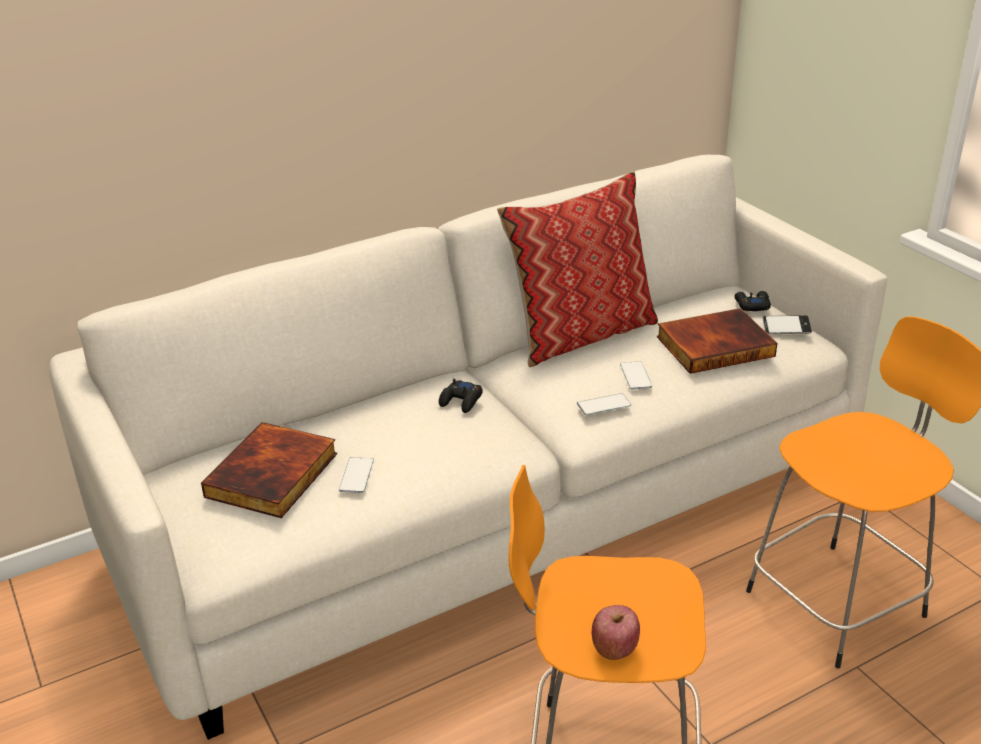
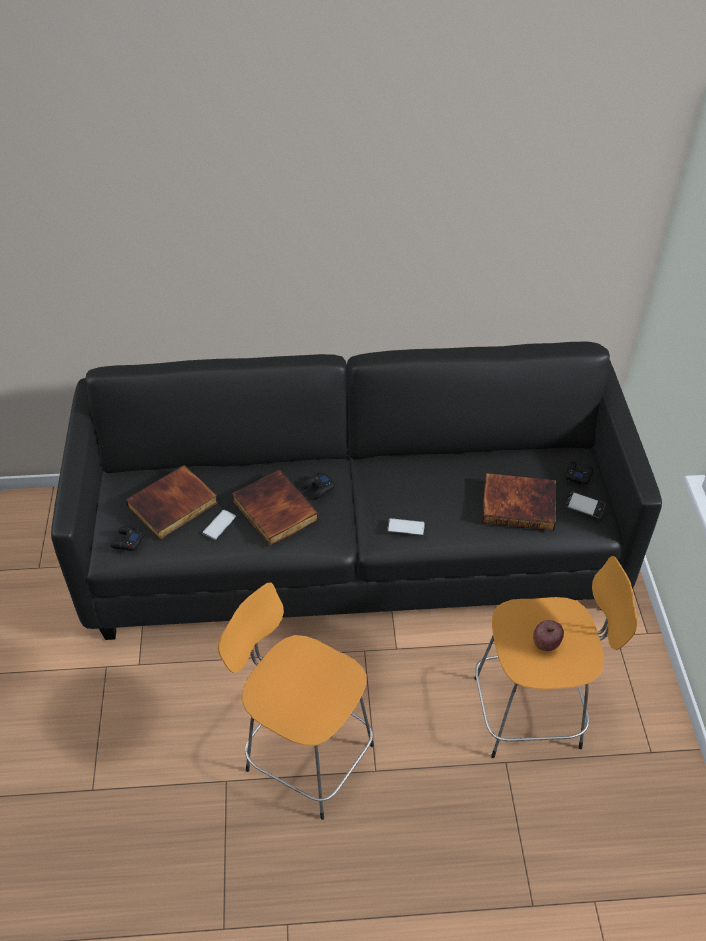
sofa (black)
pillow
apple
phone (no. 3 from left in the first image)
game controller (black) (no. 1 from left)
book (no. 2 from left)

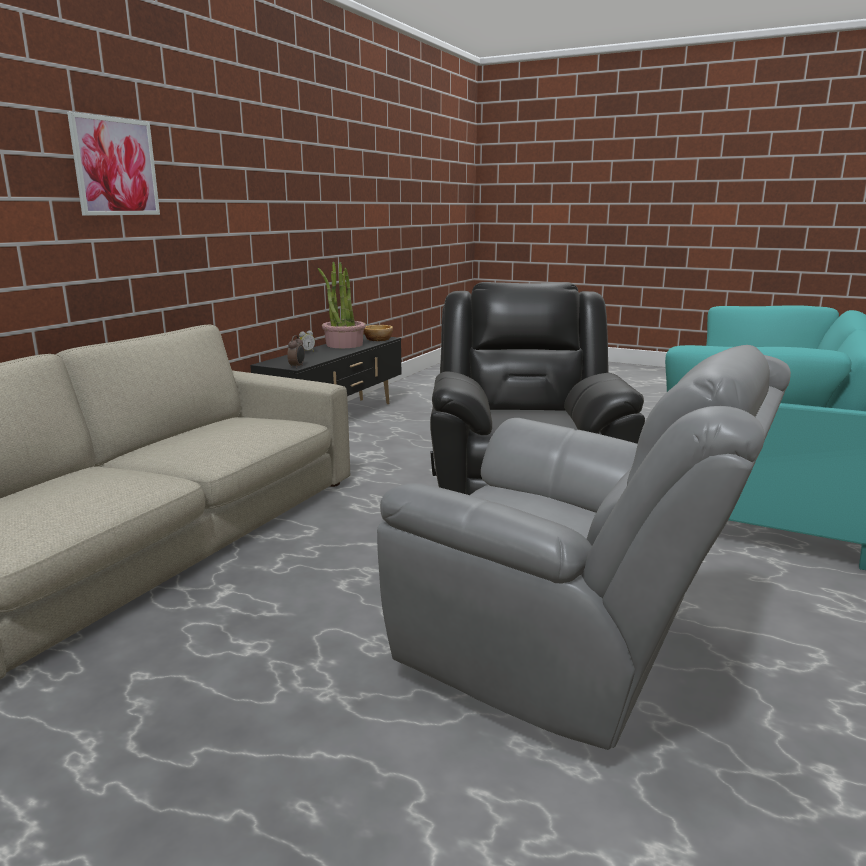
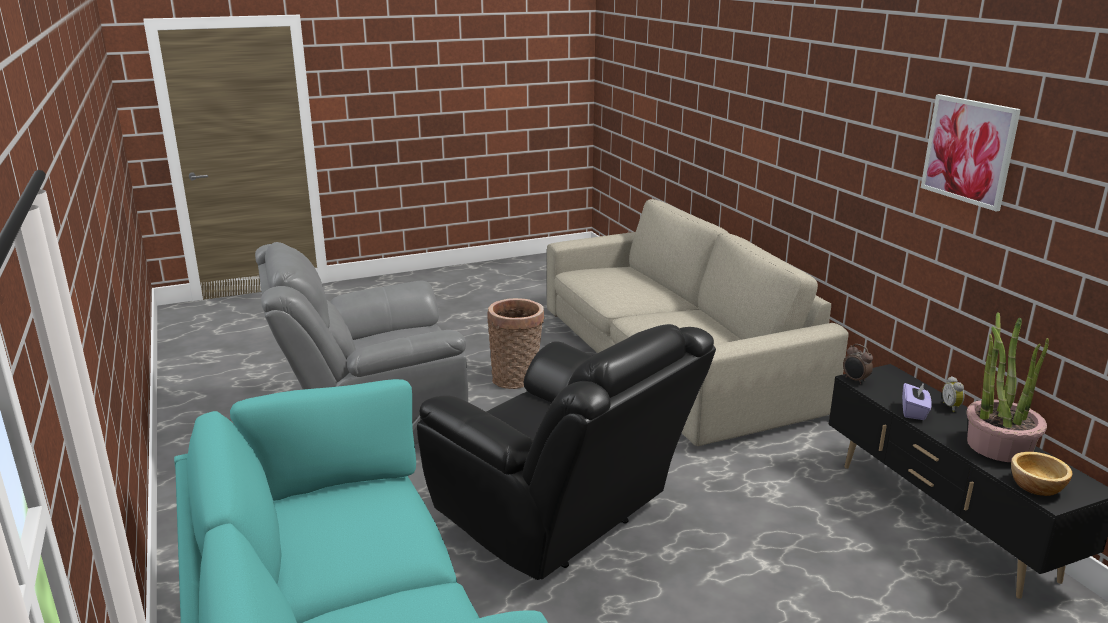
picture
basket
tissue box (purple)

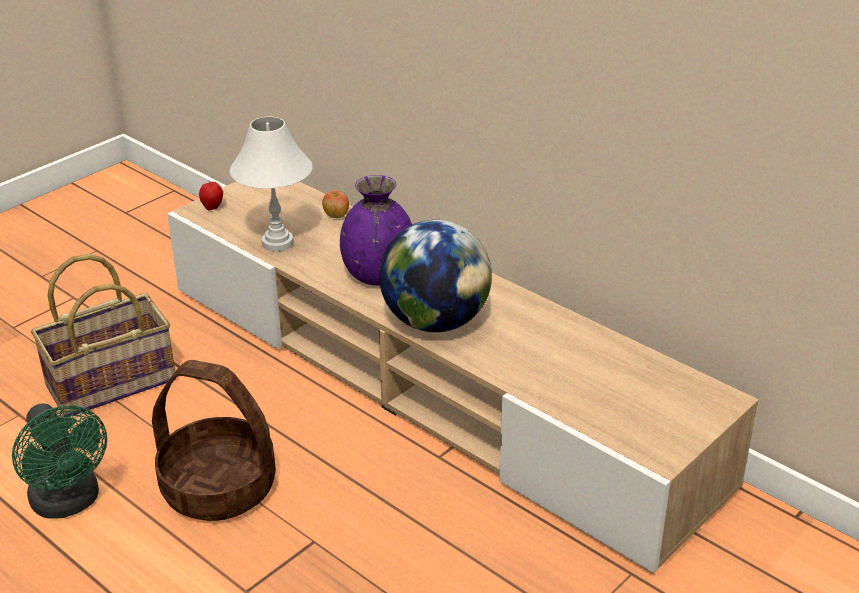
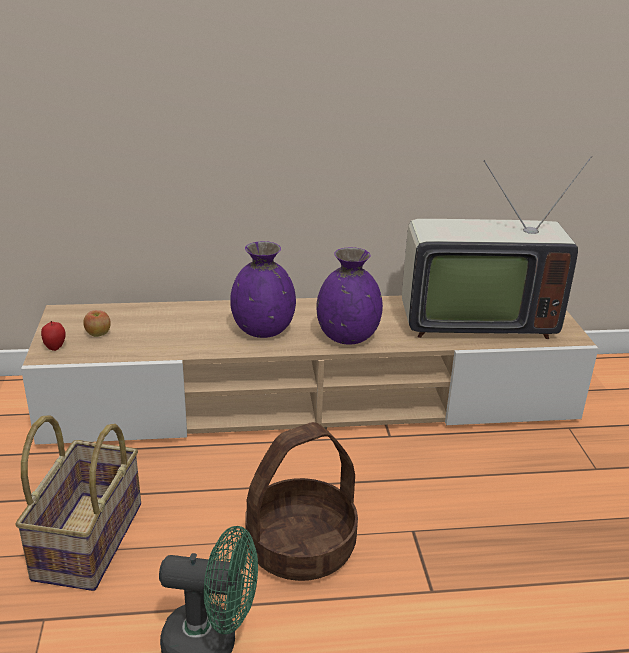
table lamp (white)
apple (no. 2 from left)
vase (purple) (no. 2 from left)
television

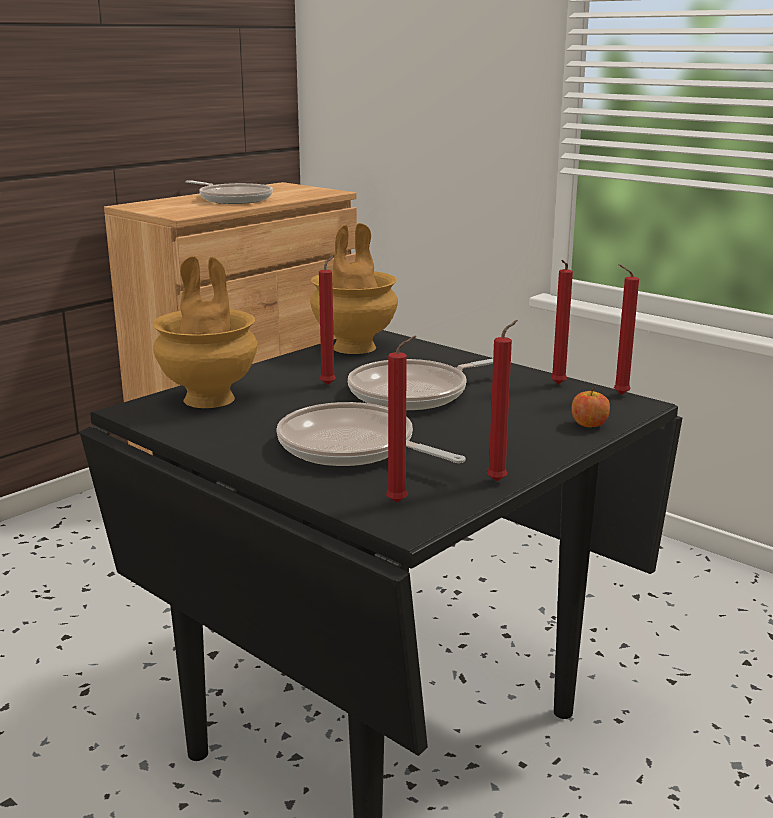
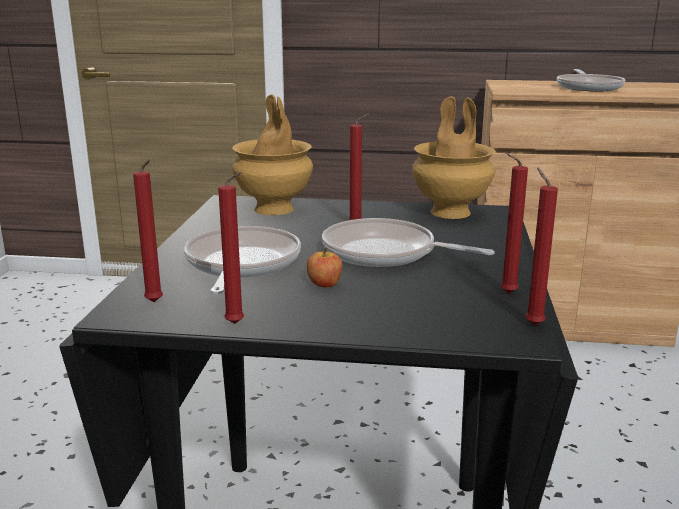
apple

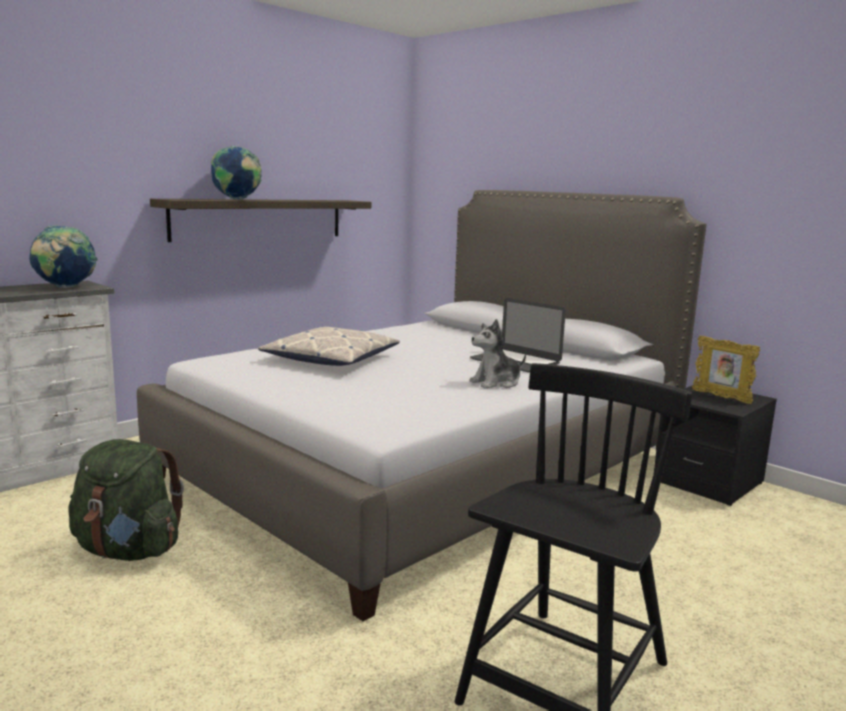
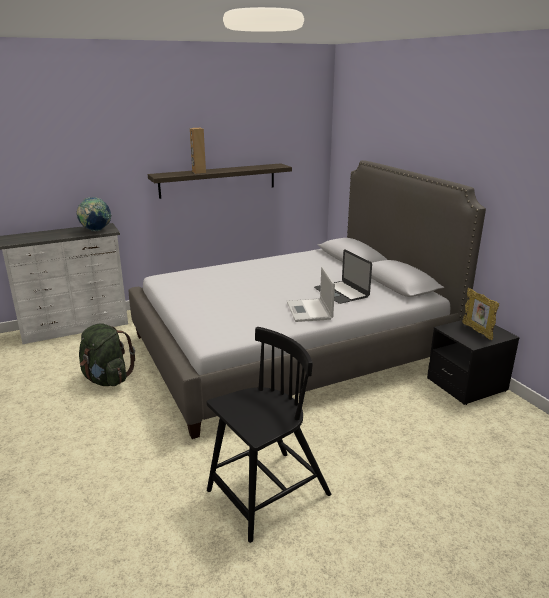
speaker (brown)
pillow
laptop (no. 1 from left)

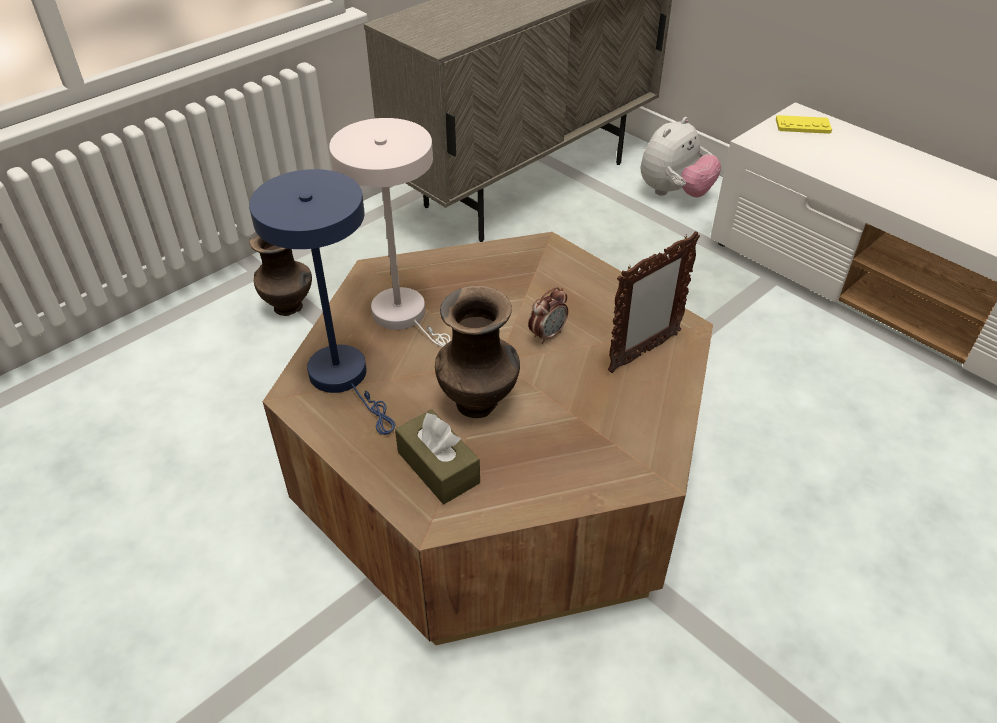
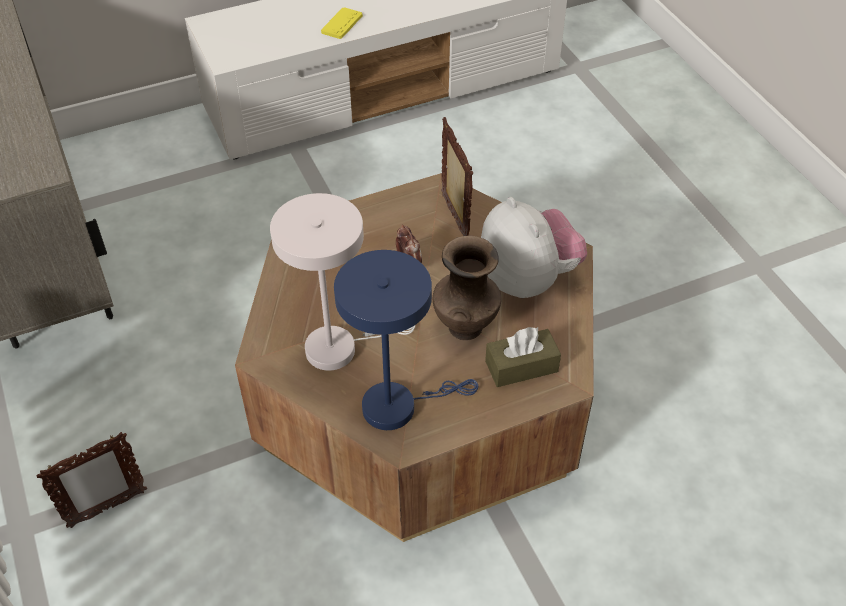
picture frame (no. 1 from left)
plush toy
game controller (yellow)

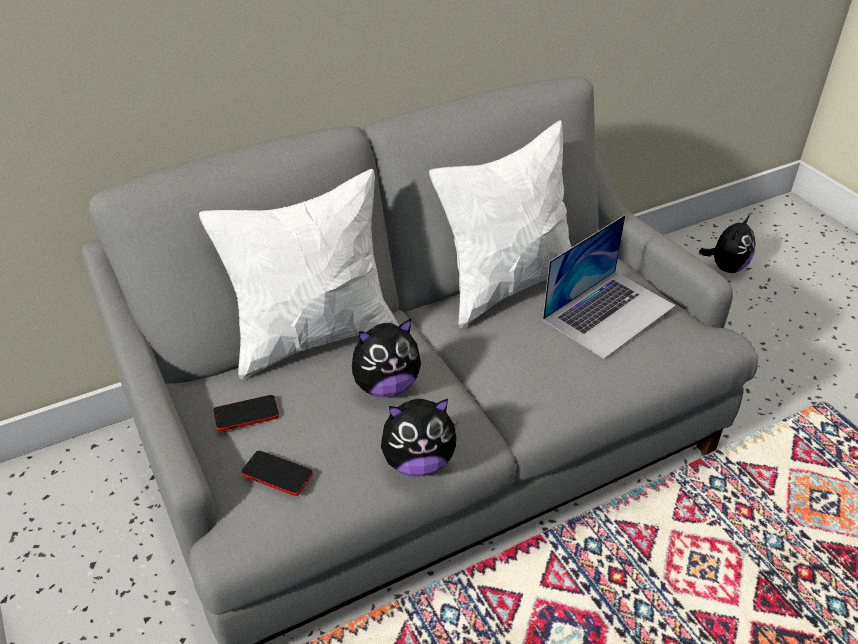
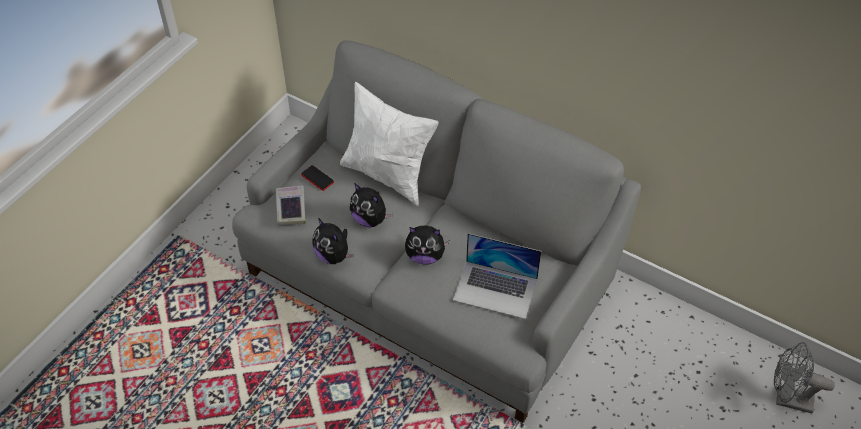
book
pillow (white) (no. 2 from left in the first image)
plush toy (no. 3 from left)
fan (grey)

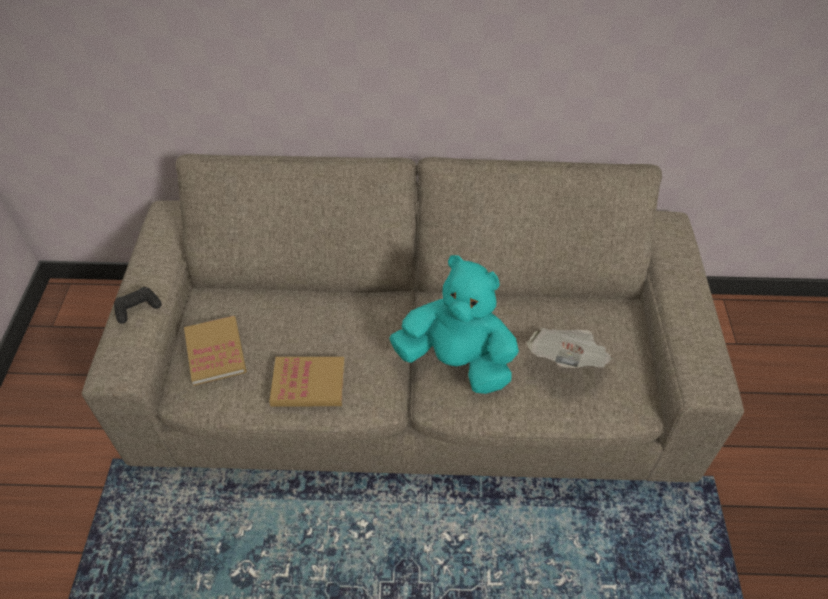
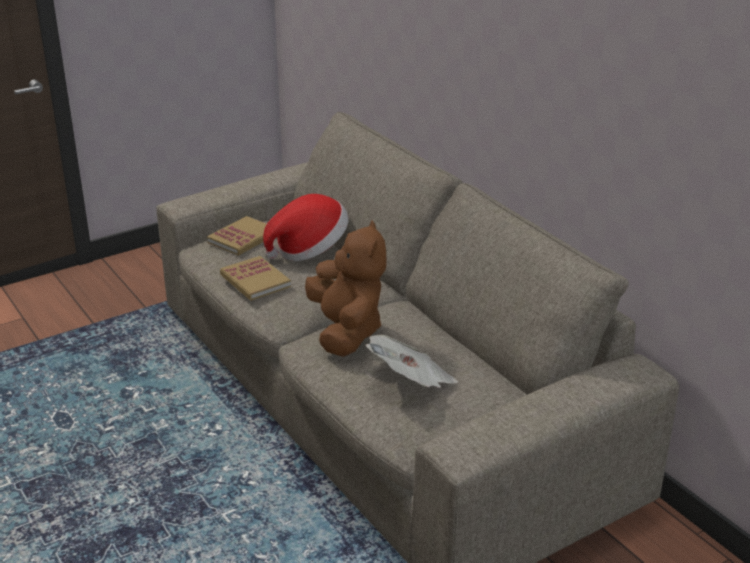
game controller (black)
plush toy (brown)
hat

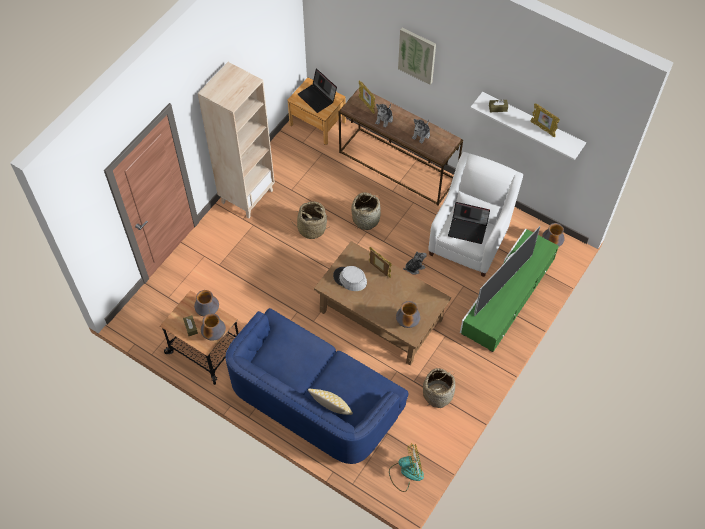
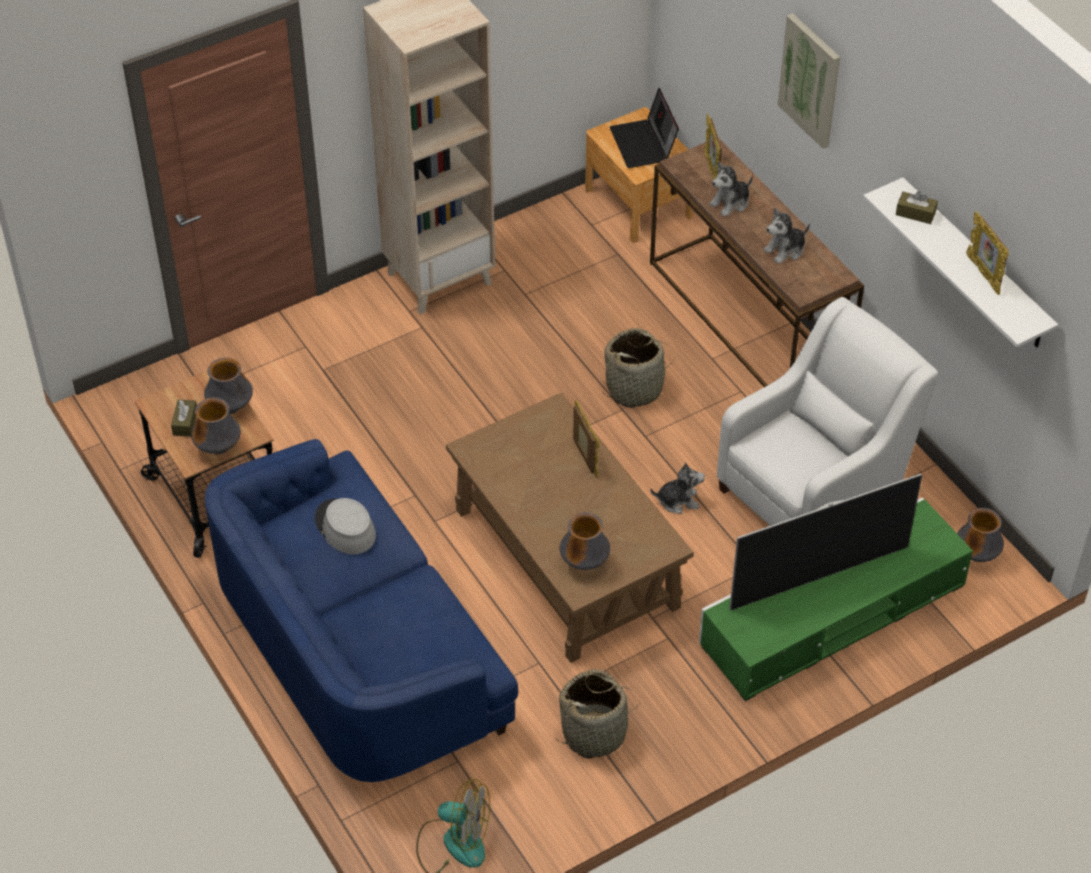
basket (no. 1 from left in the first image)
pillow
hat (grey)
laptop (no. 2 from left in the first image)

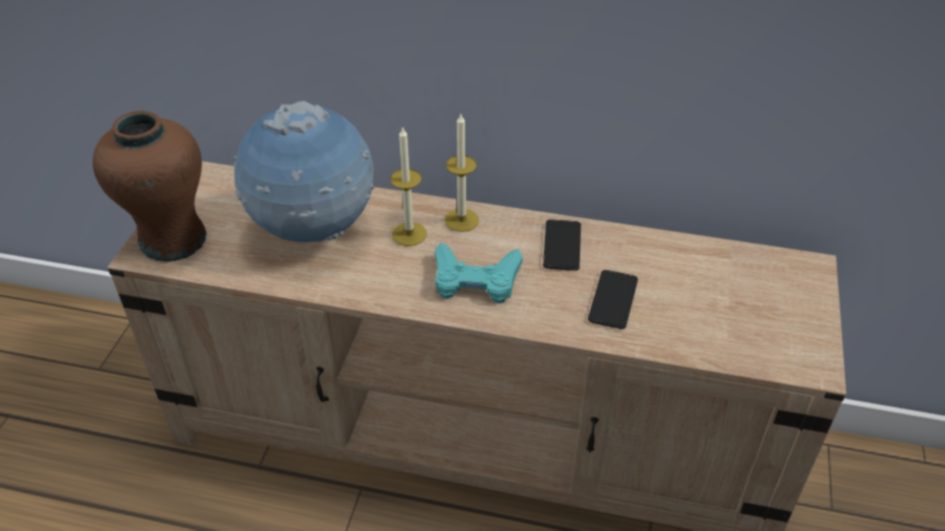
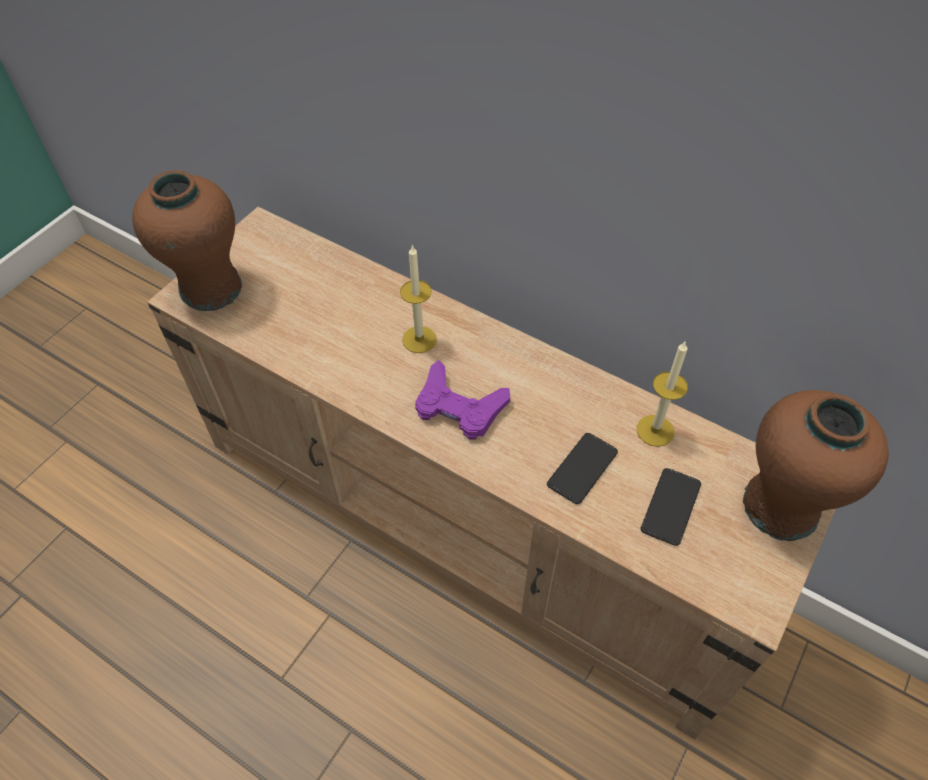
globe
game controller (purple)
candle (no. 2 from left)
phone (no. 2 from left)
vase (brown) (no. 2 from left)

